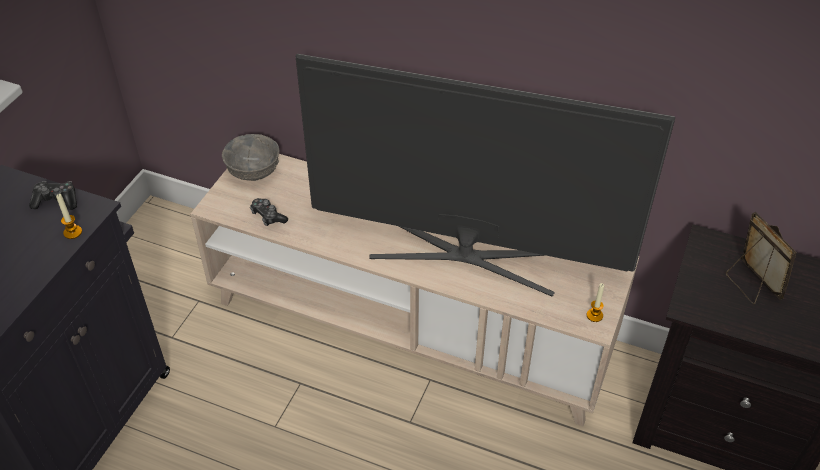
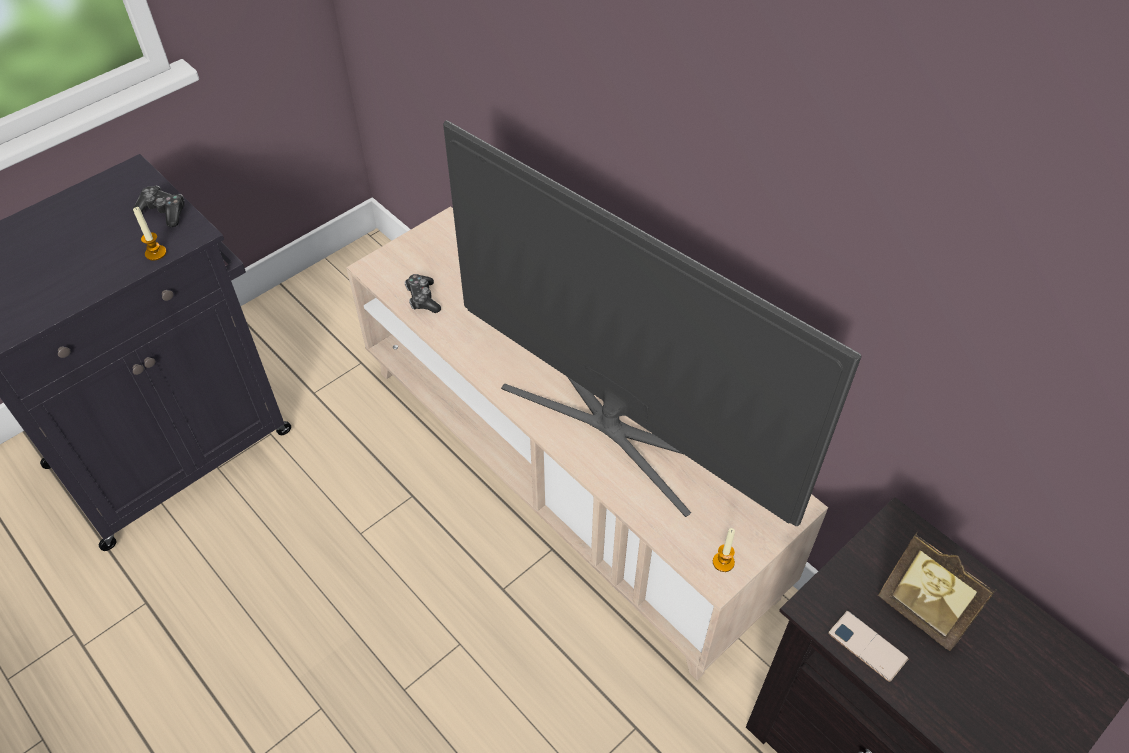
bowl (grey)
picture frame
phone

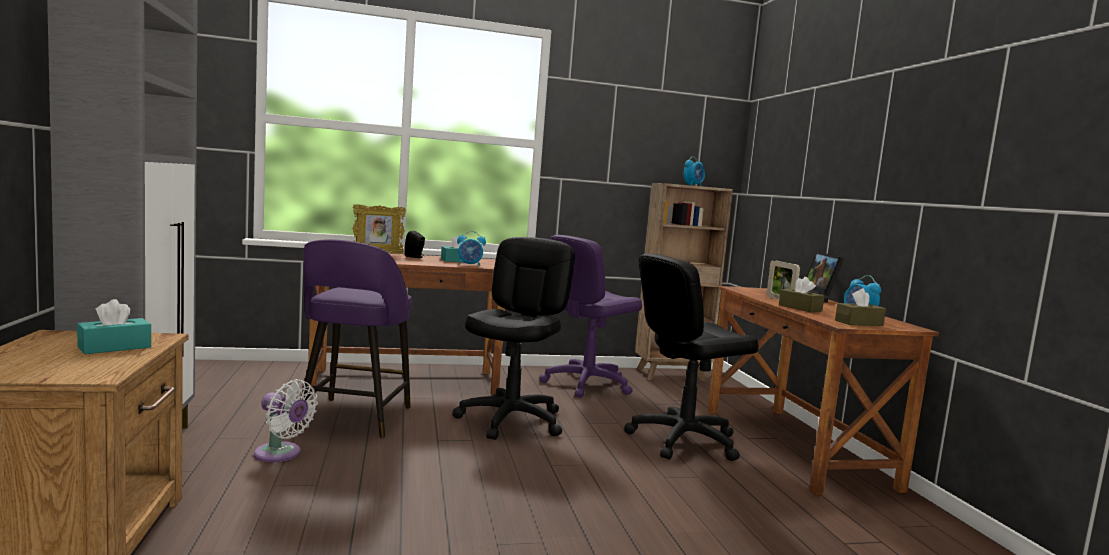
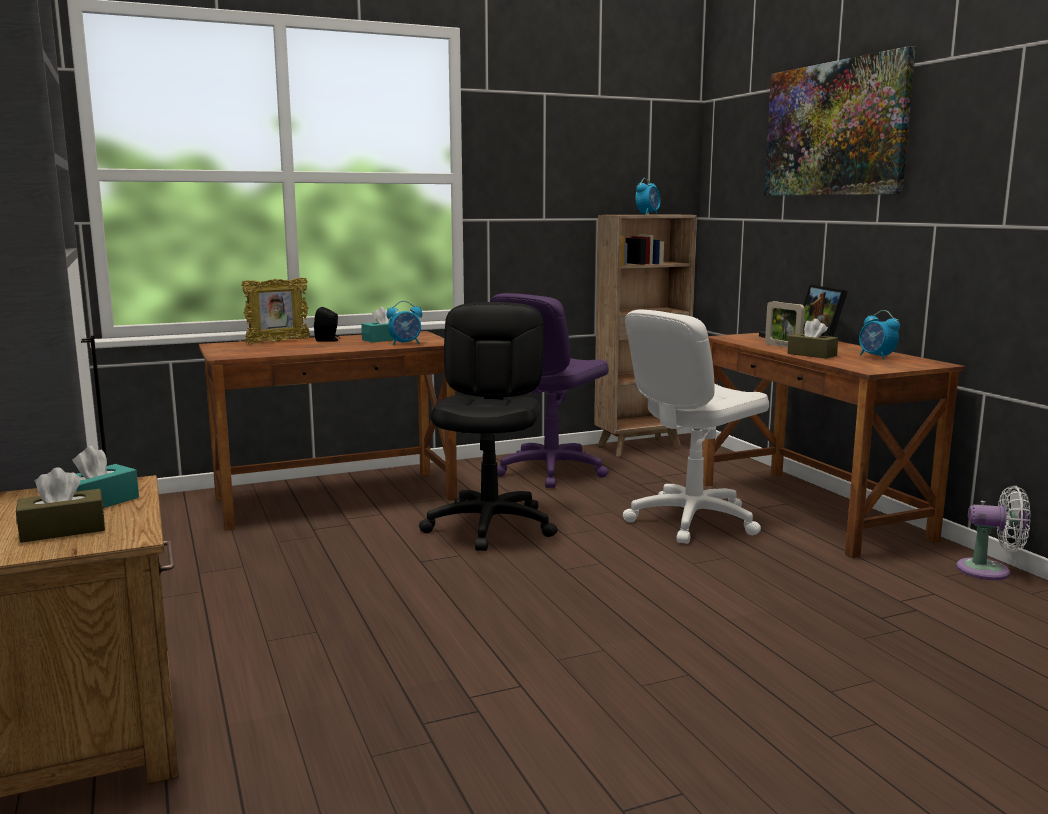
fan (white)
stool (purple)
office chair (white)
tissue box (brown) (no. 1 from left)
picture

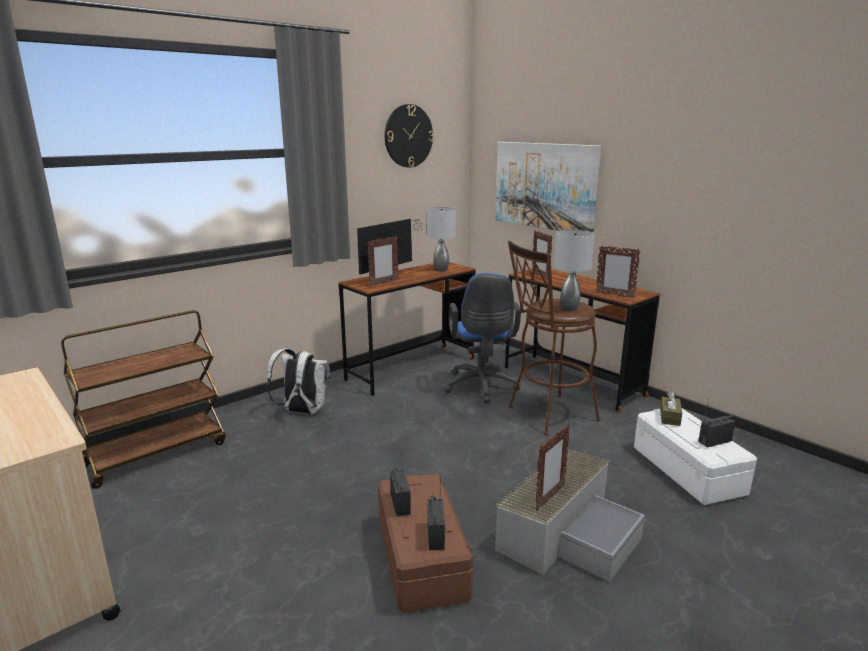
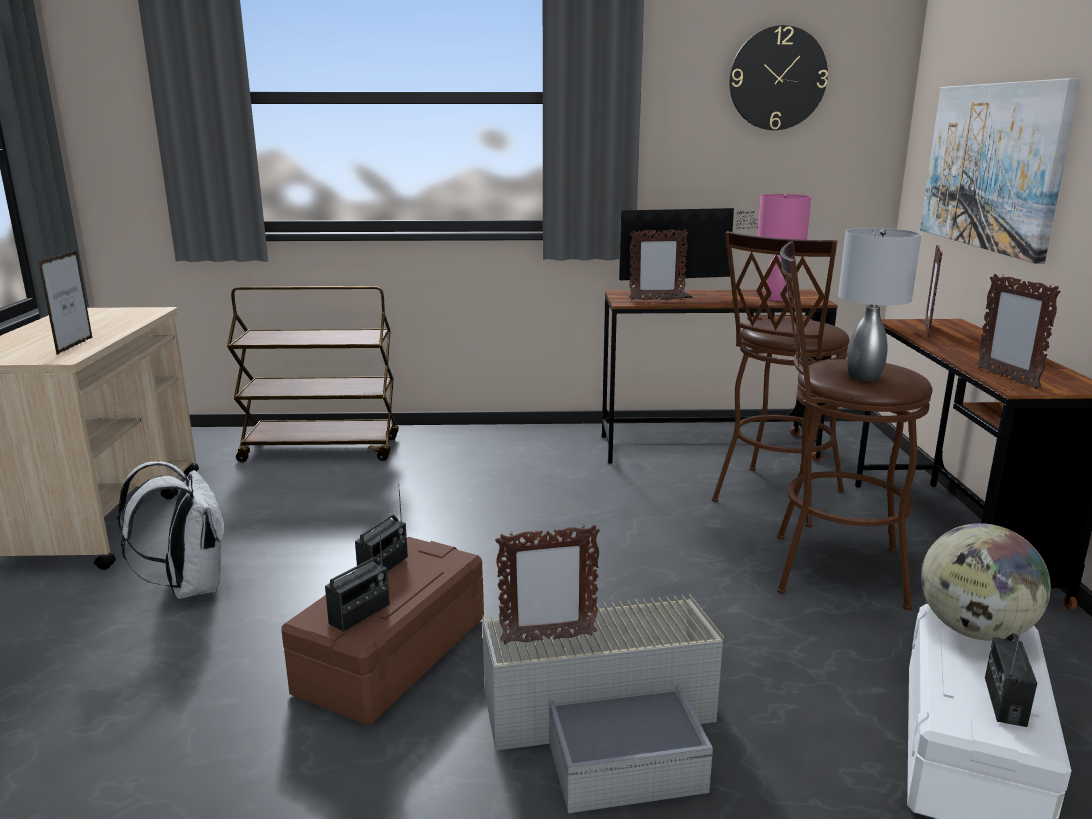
backpack (white)
table lamp (pink)
stool (brown) (no. 1 from left)
globe
radio (no. 3 from left)
picture frame (no. 1 from left)

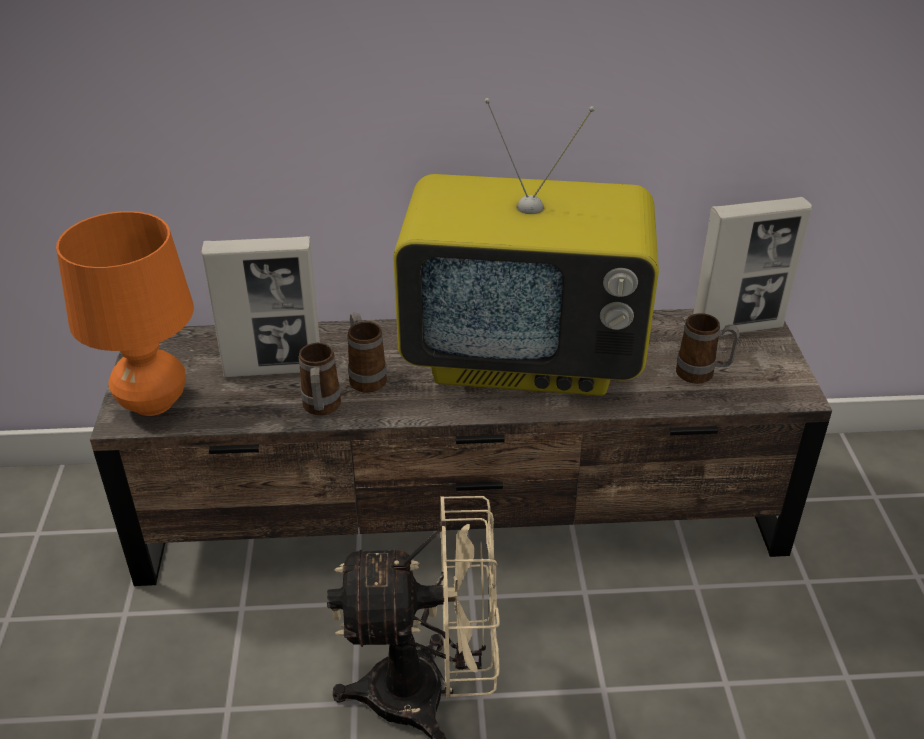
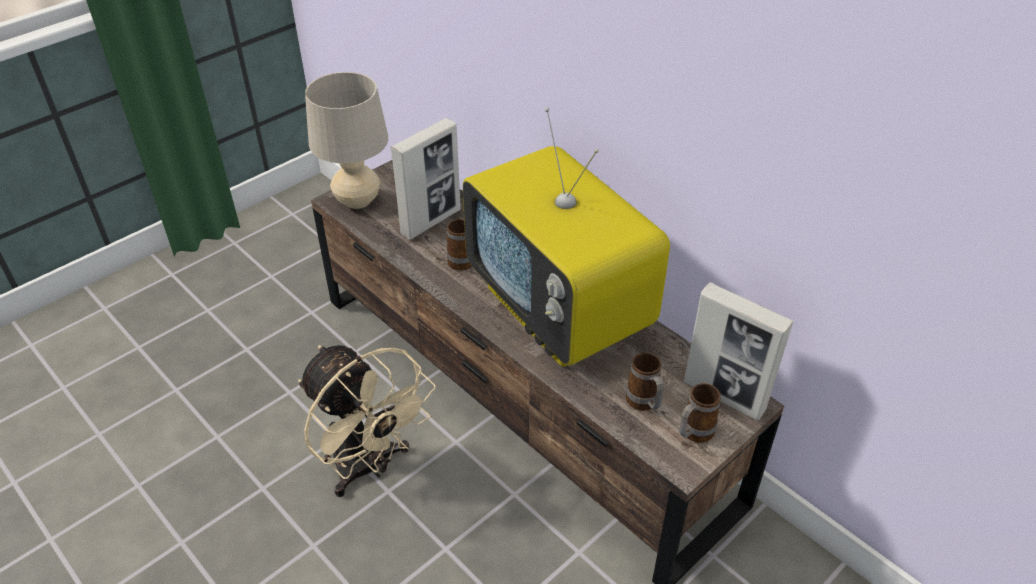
table lamp (beige)
picture frame (no. 1 from left)
mug (no. 3 from left)

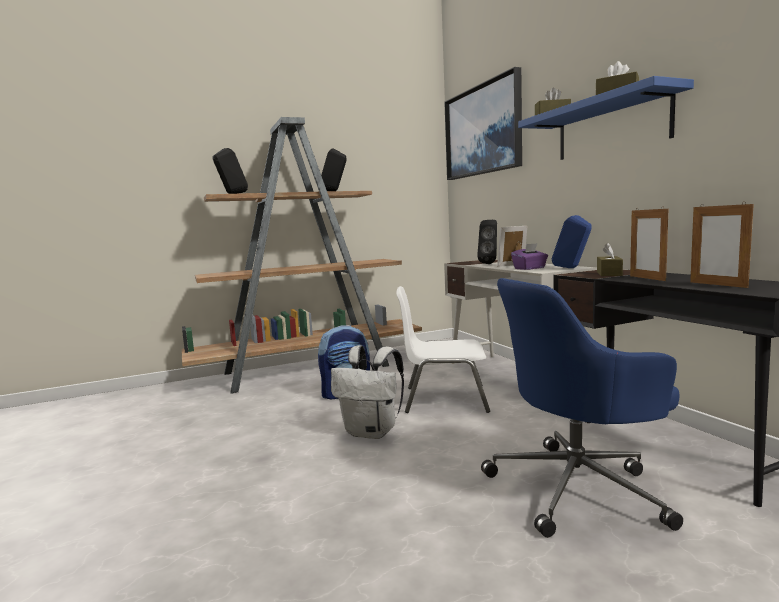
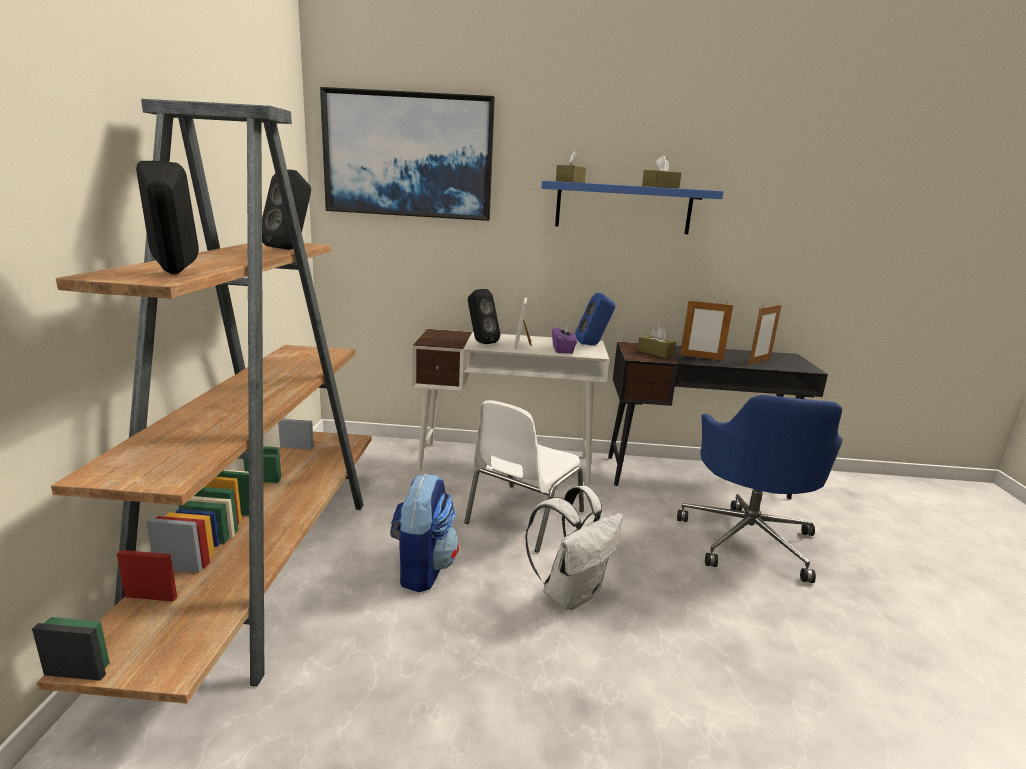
picture frame (no. 3 from left)

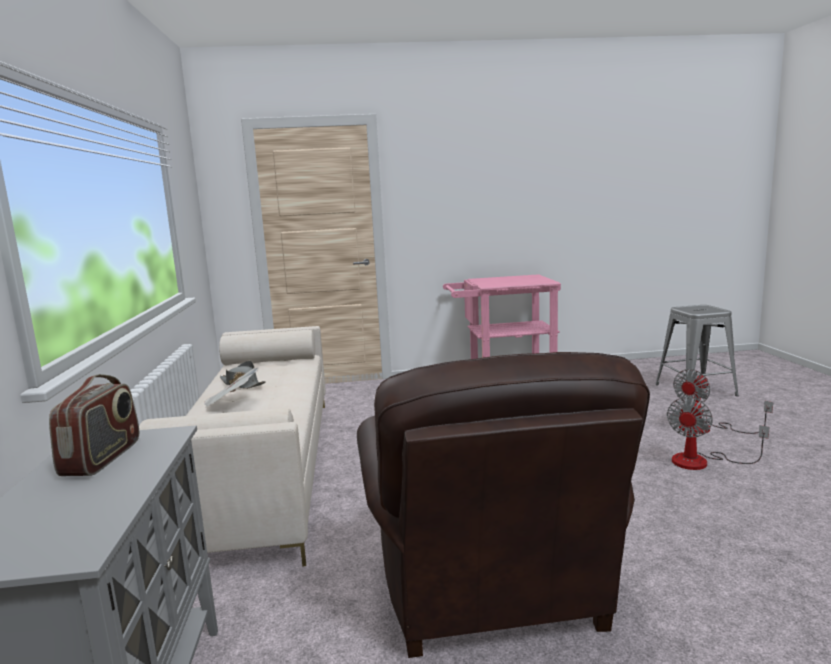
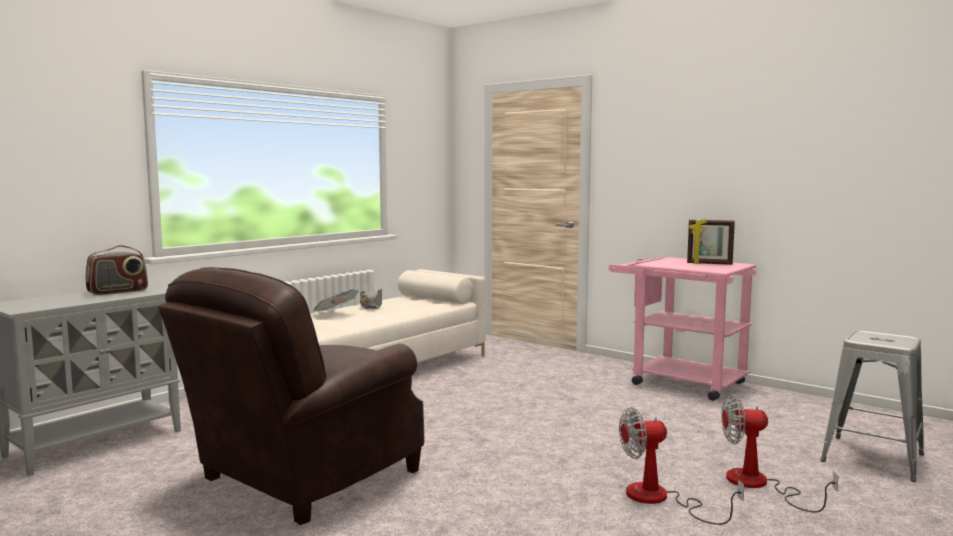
picture frame

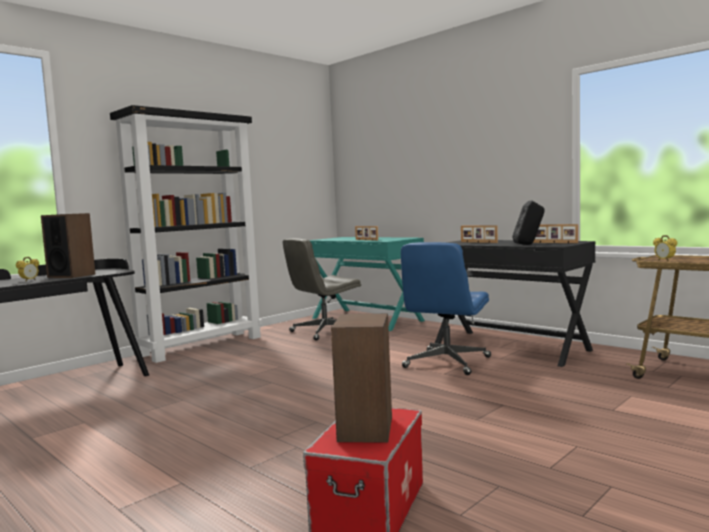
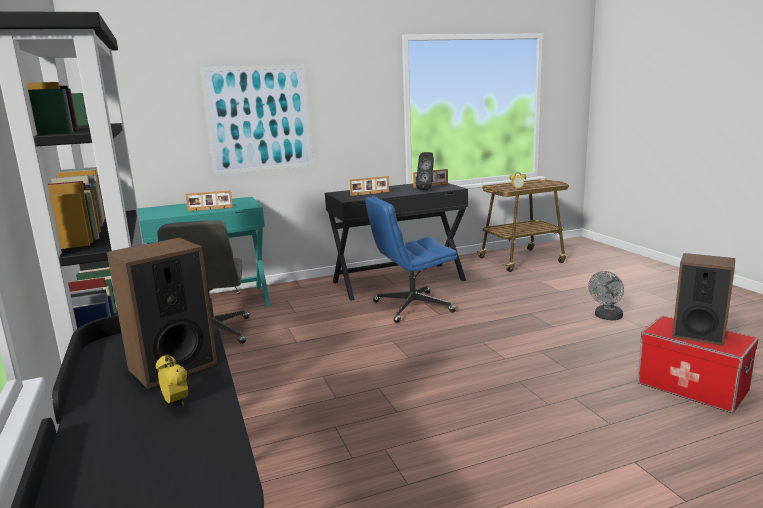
office chair (blue)
picture
fan (grey)

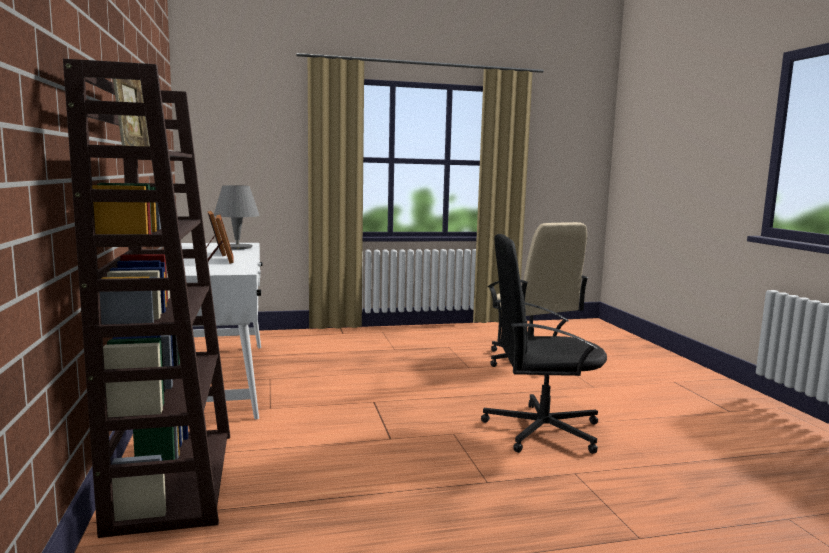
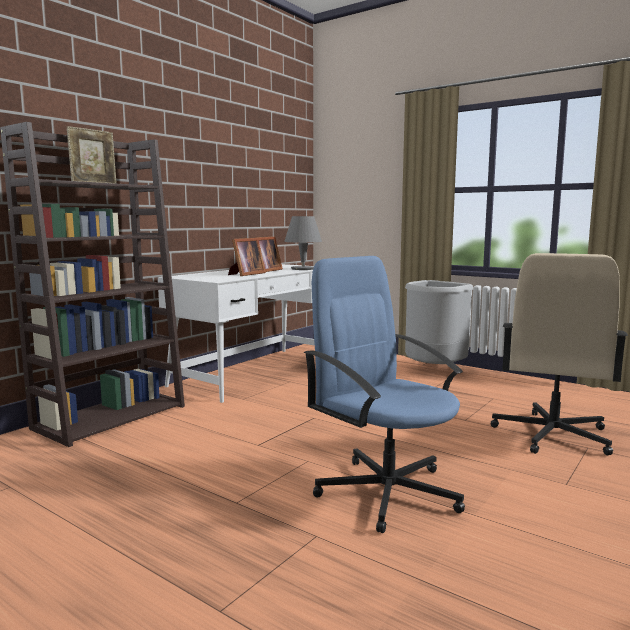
office chair (blue)
trash can (grey)

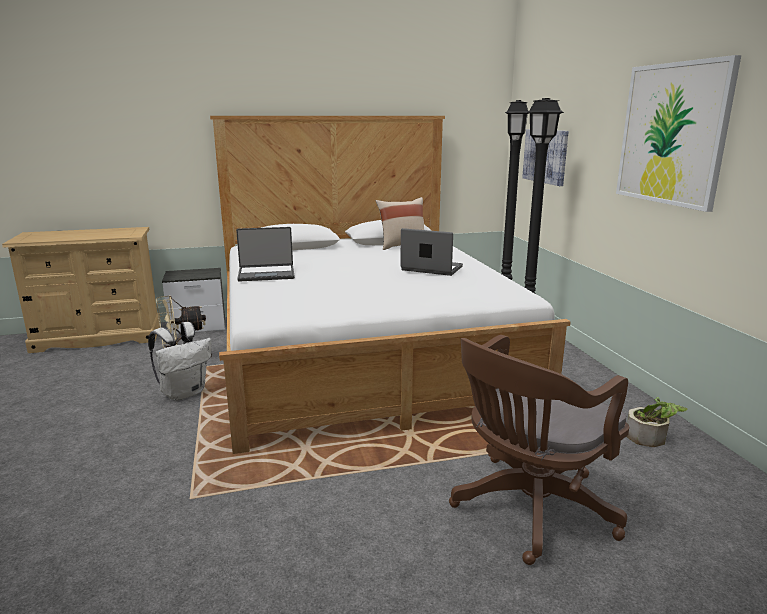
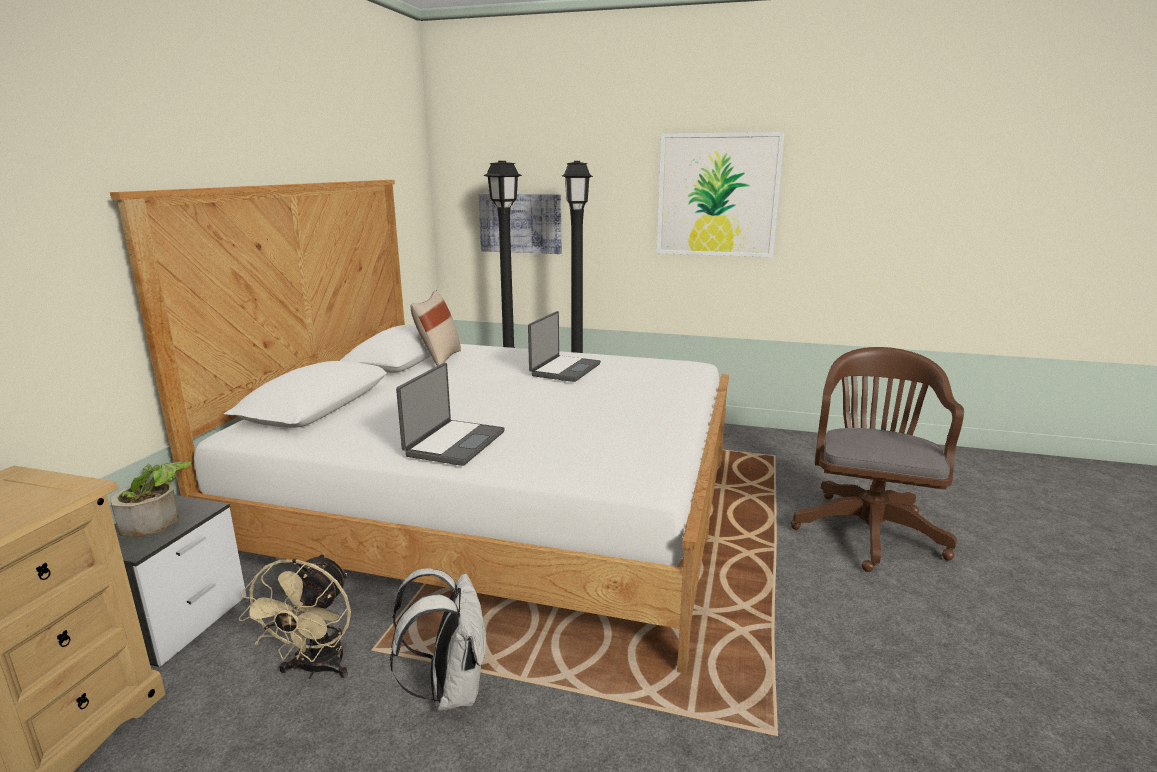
laptop (no. 2 from left)
office chair (brown)
potted plant

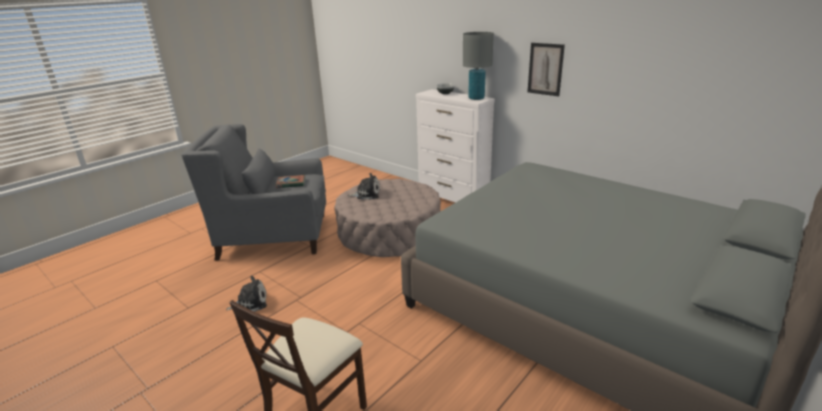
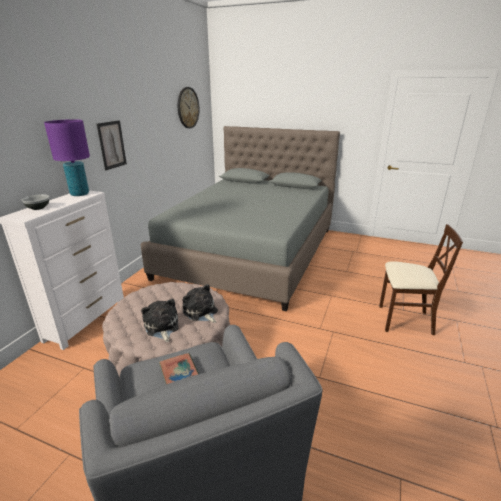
plush toy (no. 2 from left)
table lamp (purple)
wall clock

